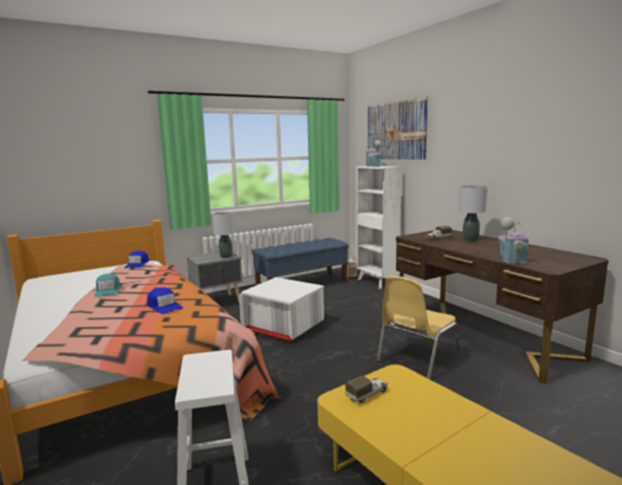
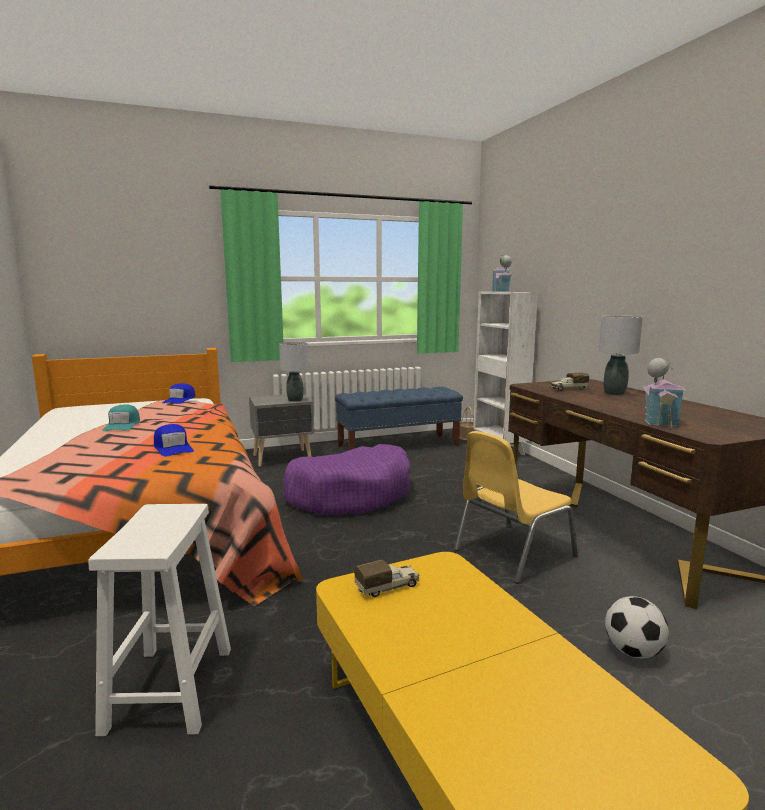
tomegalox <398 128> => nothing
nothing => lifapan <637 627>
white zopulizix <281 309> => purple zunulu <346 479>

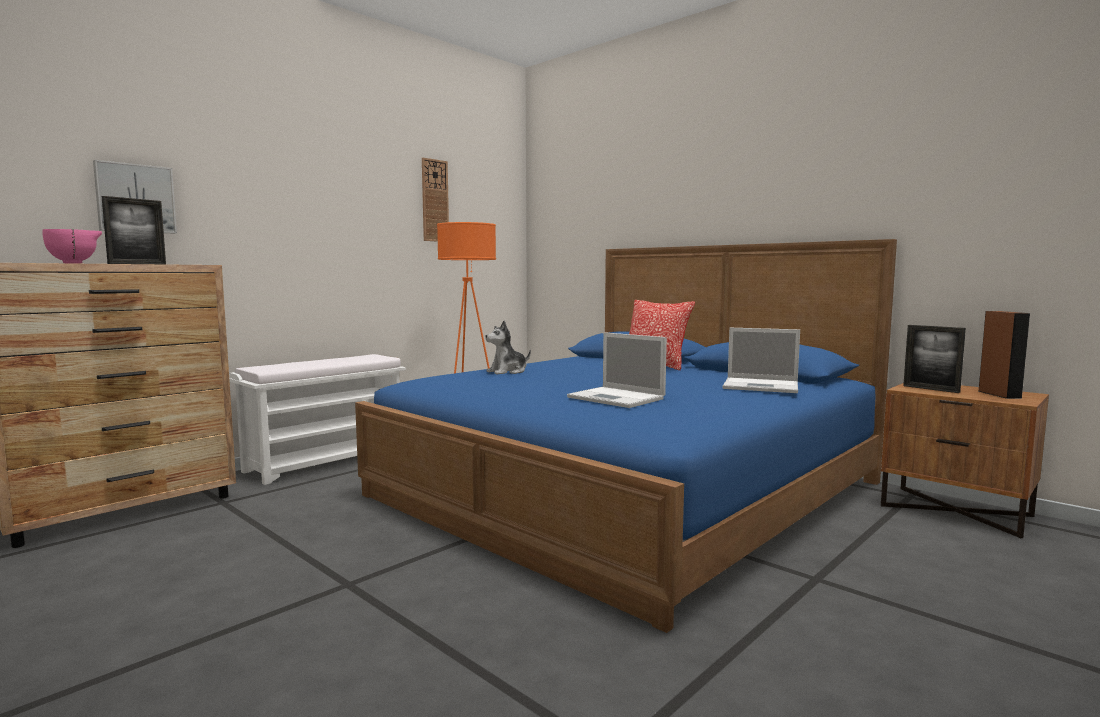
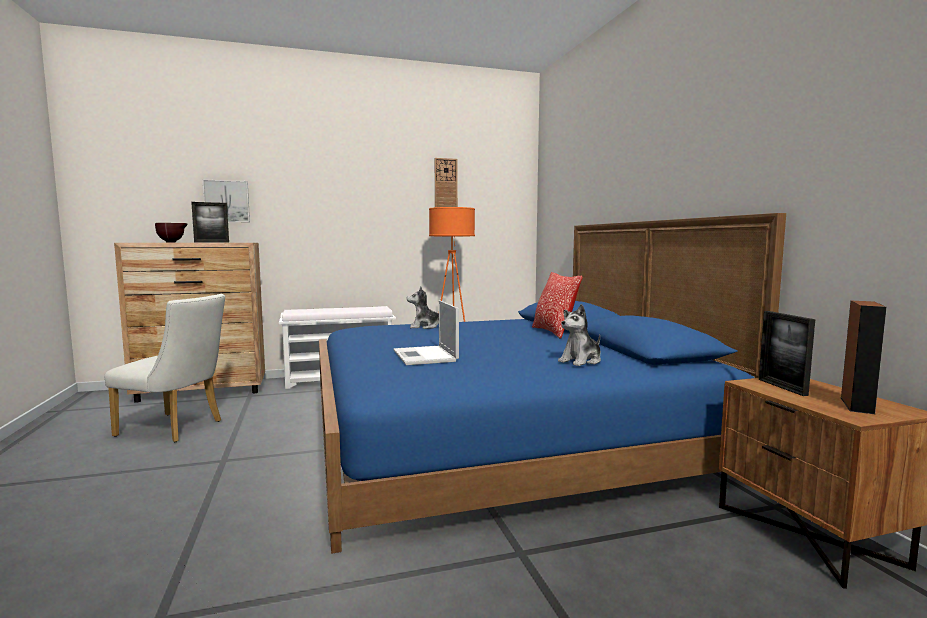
nothing => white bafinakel <164 368>
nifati <761 360> => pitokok <579 335>
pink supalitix <72 246> => brown supalitix <171 232>

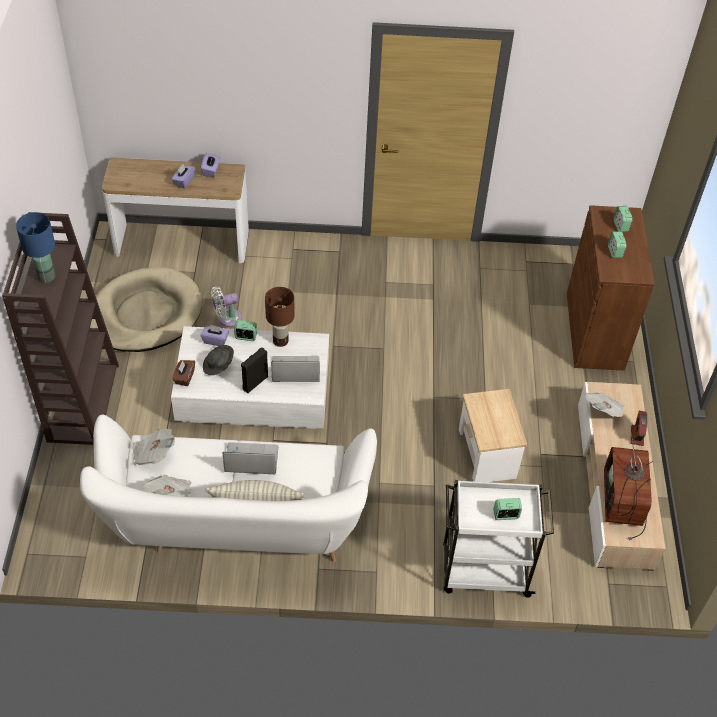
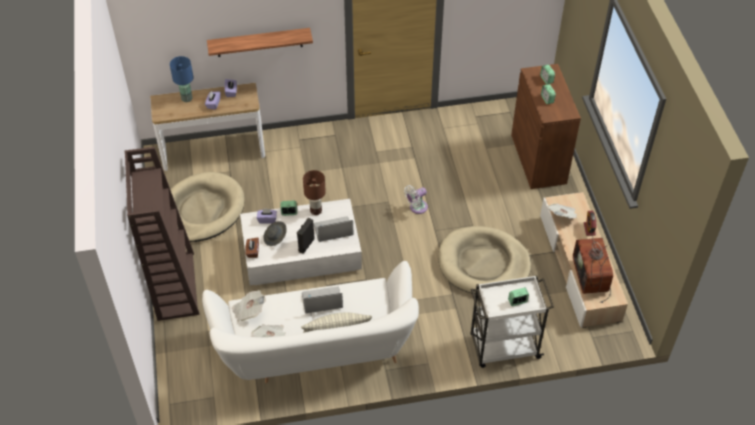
nothing => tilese <260 42>
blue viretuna <35 247> => blue viretuna <181 79>, shifted
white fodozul <226 307> => white fodozul <416 199>, shifted
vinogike <493 435> => beige zunulu <484 260>

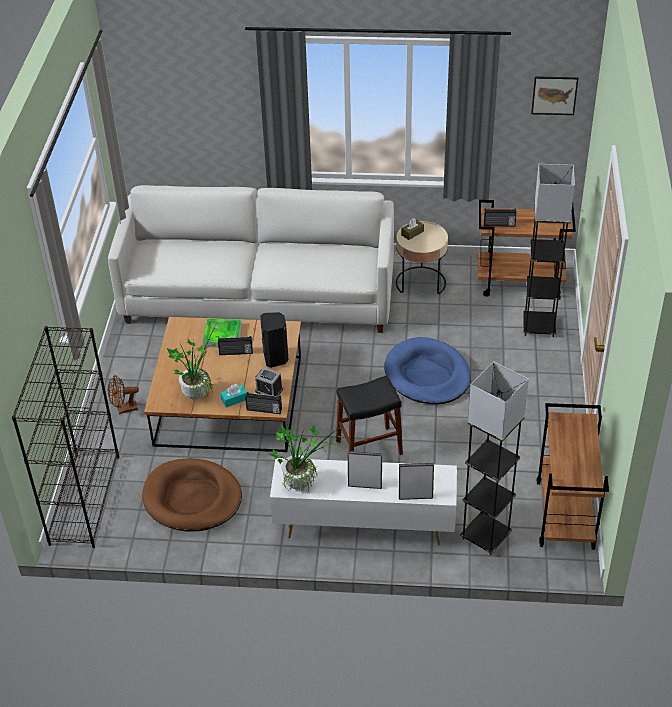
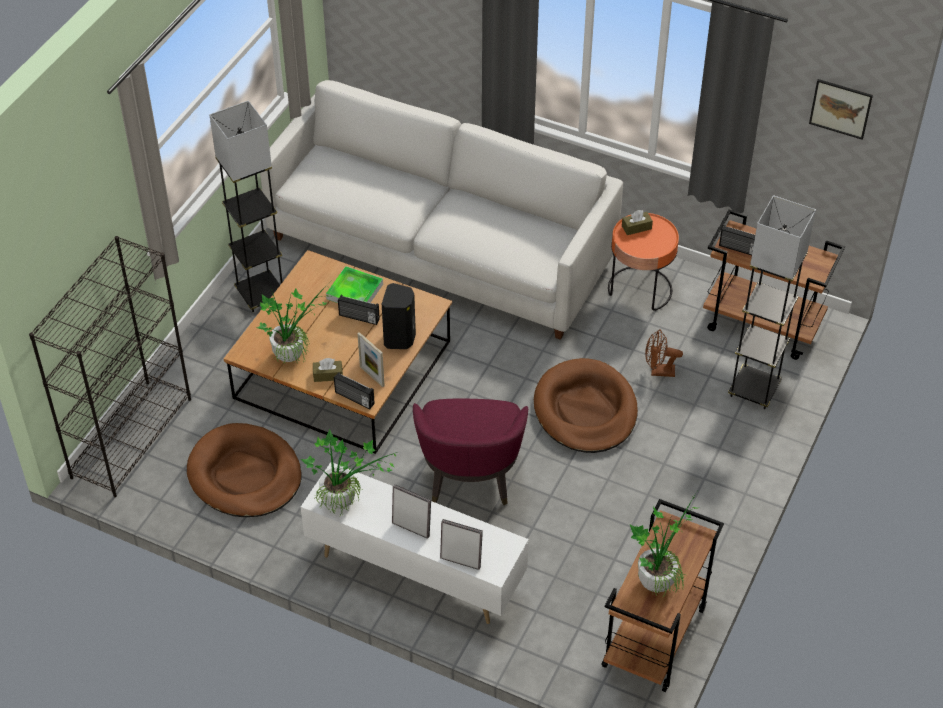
nothing => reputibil <663 545>
brown fodozul <123 394> => brown fodozul <664 353>, shifted
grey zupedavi <494 458> => grey zupedavi <245 206>, shifted
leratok <269 381> => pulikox <371 359>
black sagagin <369 415> => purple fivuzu <470 452>
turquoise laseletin <233 395> => brown laseletin <328 370>
blue zunulu <427 370> => brown zunulu <586 405>
beige vinogike <422 257> => orange vinogike <643 262>

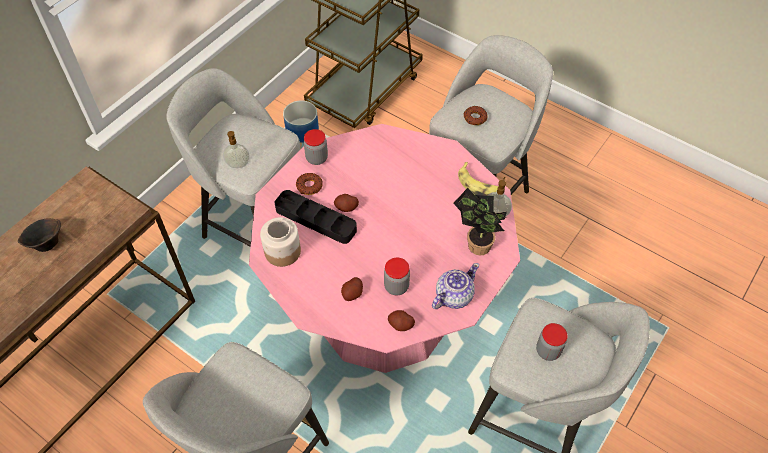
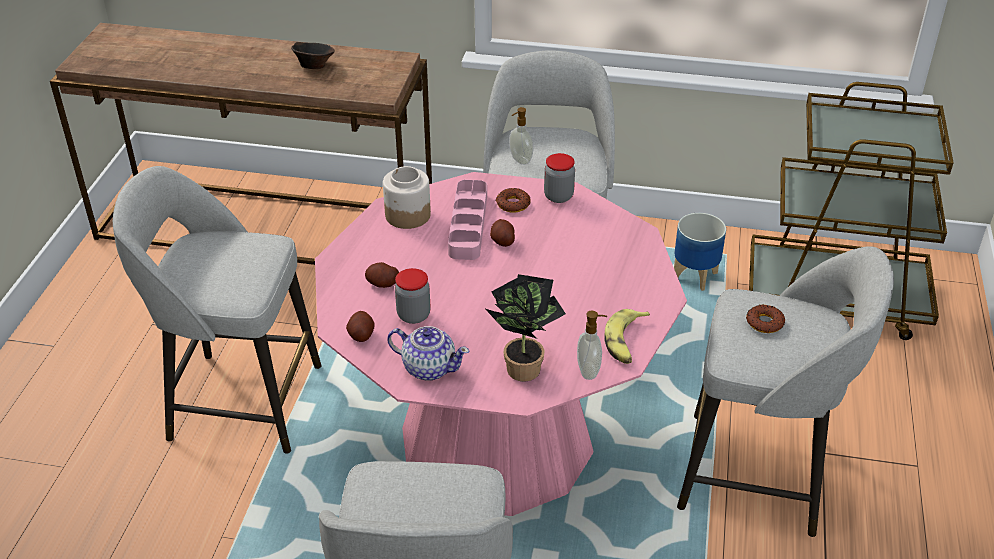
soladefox <552 342> => nothing
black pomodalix <316 217> => pink pomodalix <467 220>

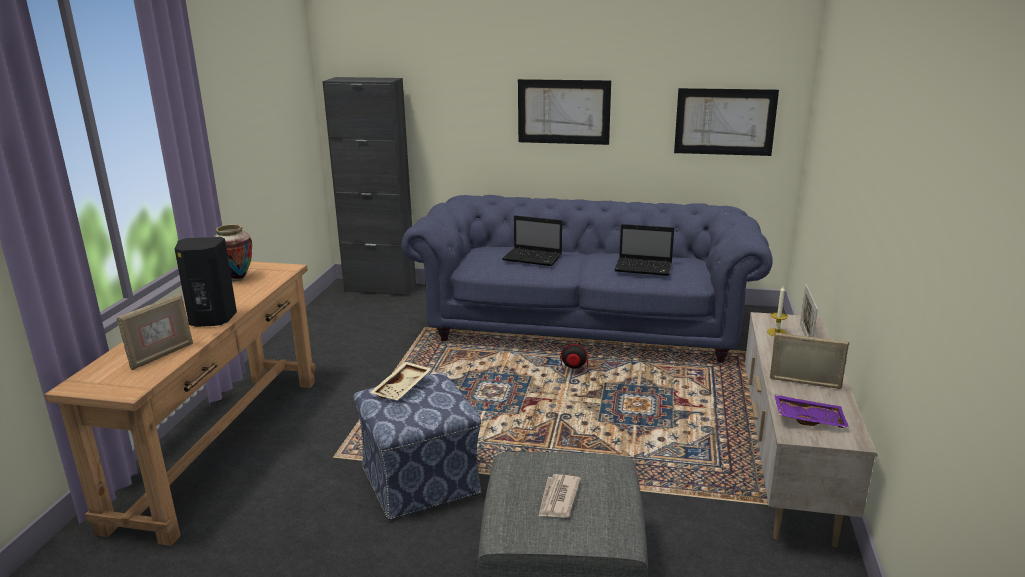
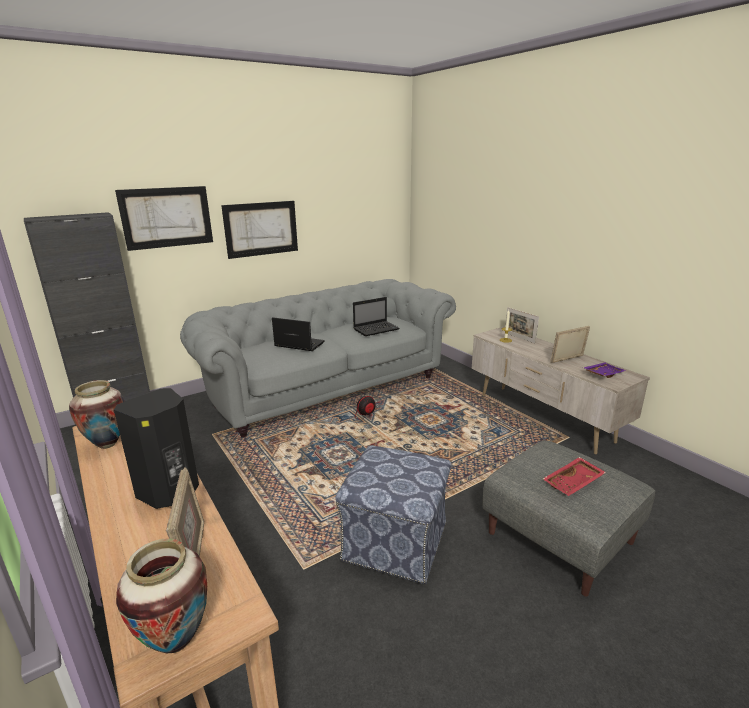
beige pomodalix <401 381> => nothing
nothing => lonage <161 596>
tomegalox <726 122> => tomegalox <164 218>, shifted
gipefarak <559 496> => red pomodalix <574 476>
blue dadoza <587 279> => grey dadoza <318 358>
nifati <532 241> => nifati <298 334>, 135 degrees counterclockwise

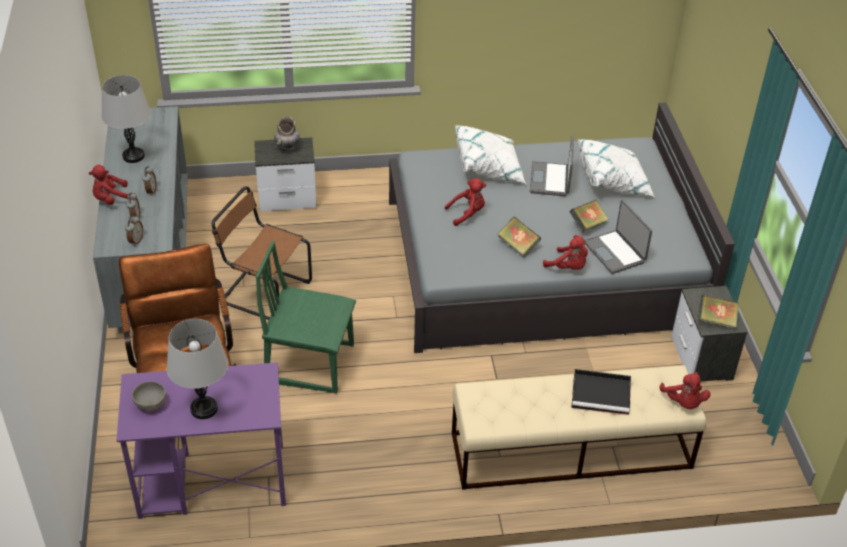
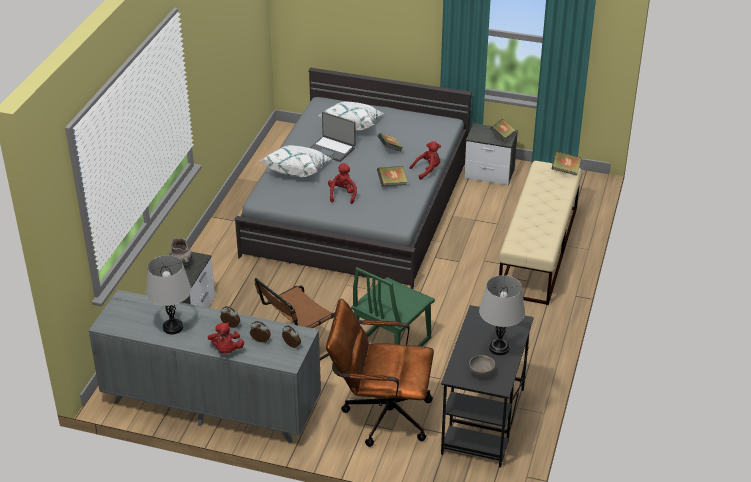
black pomodalix <601 392> => nothing
nifati <618 237> => nothing
red pitokok <685 390> => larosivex <566 163>
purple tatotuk <201 440> => black tatotuk <487 386>

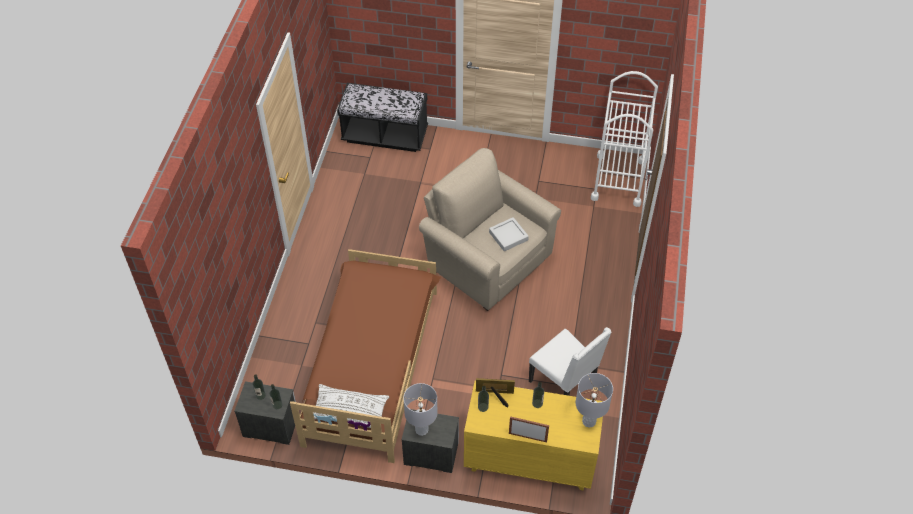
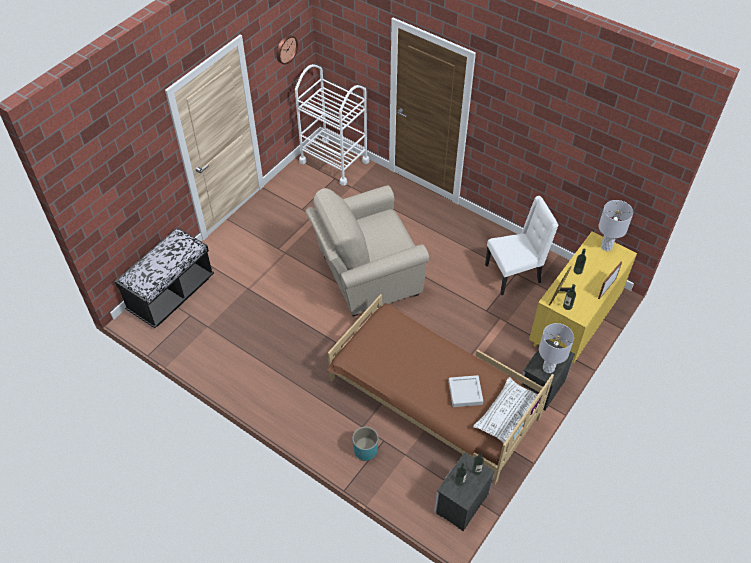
nothing => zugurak <287 50>
nothing => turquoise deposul <365 444>
grey pomodalix <509 234> => grey pomodalix <465 391>, shifted

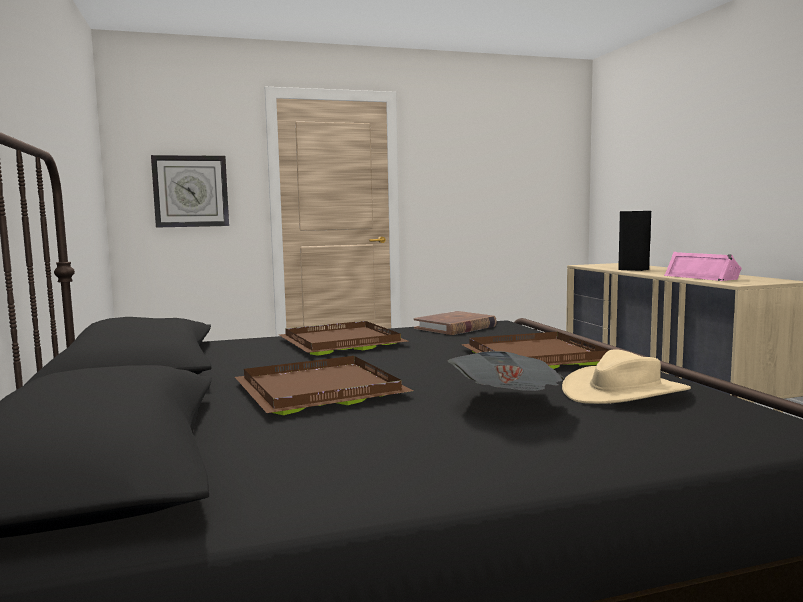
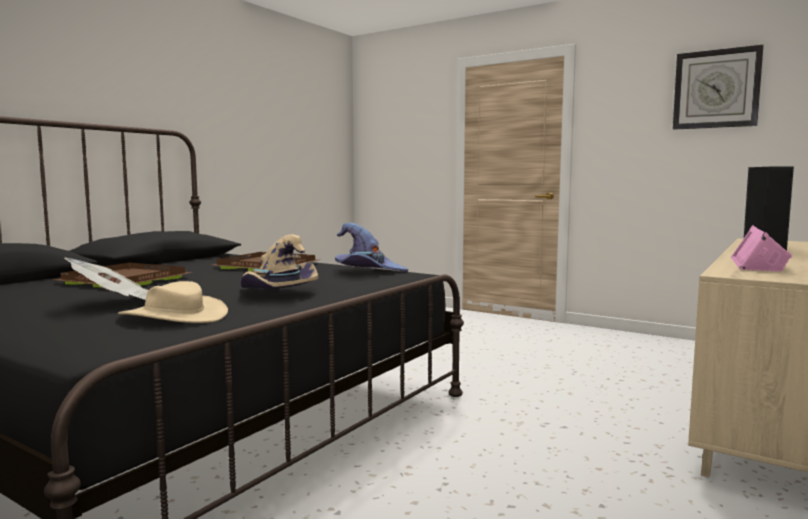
zugurak <190 191> => zugurak <718 87>, shifted
brown larosivex <455 323> => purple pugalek <371 247>
brown pomodalix <535 350> => beige pugalek <279 261>

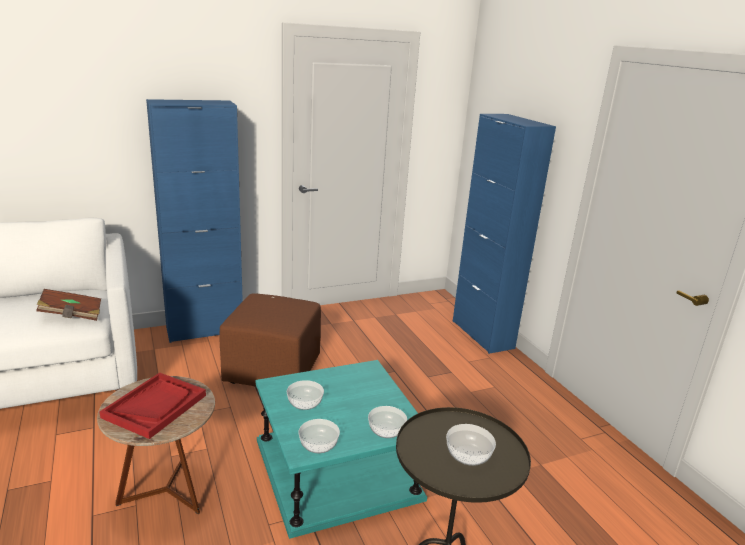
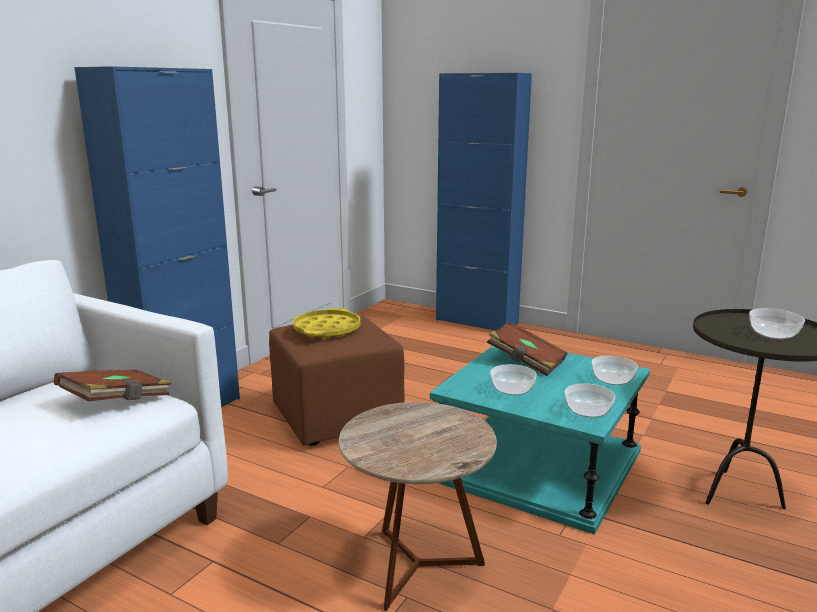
red pomodalix <153 406> => nothing
nothing => yellow pomodalix <326 323>
nothing => brown larosivex <527 349>

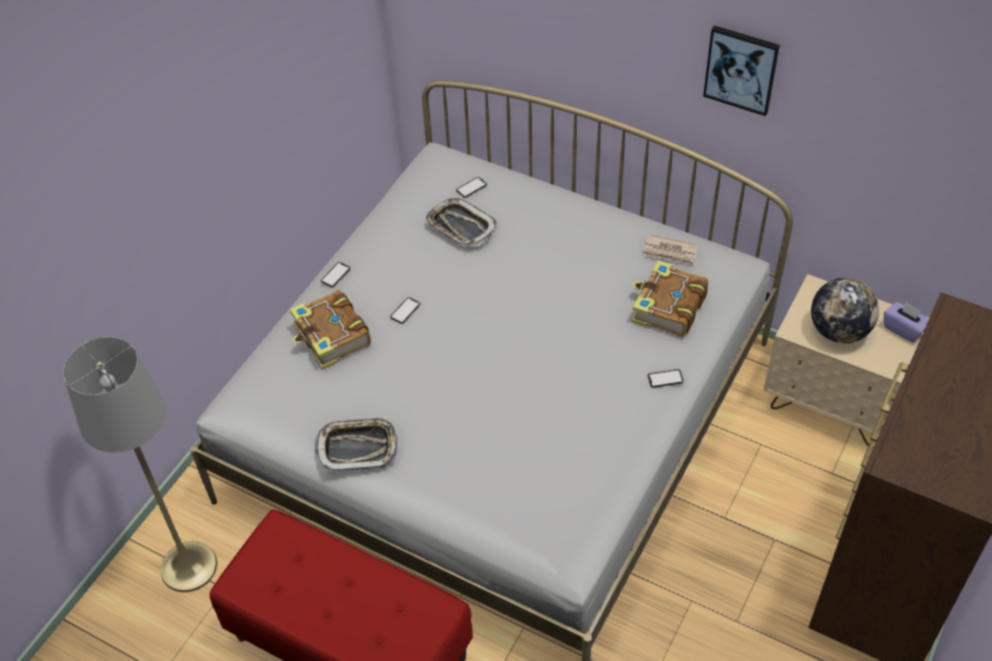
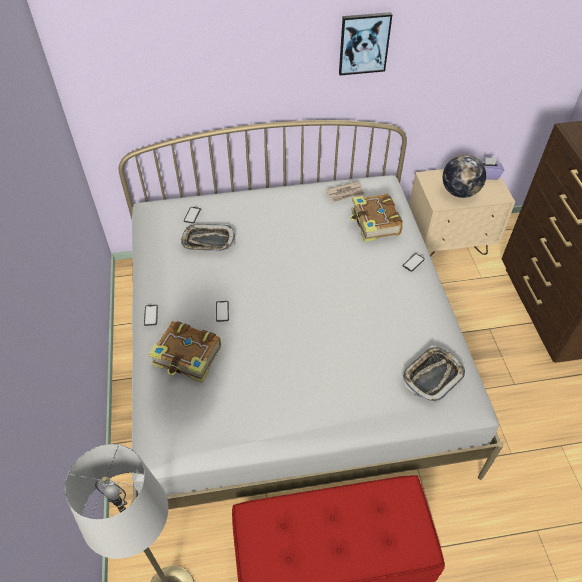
pomodalix <356 444> => pomodalix <434 374>, shifted

